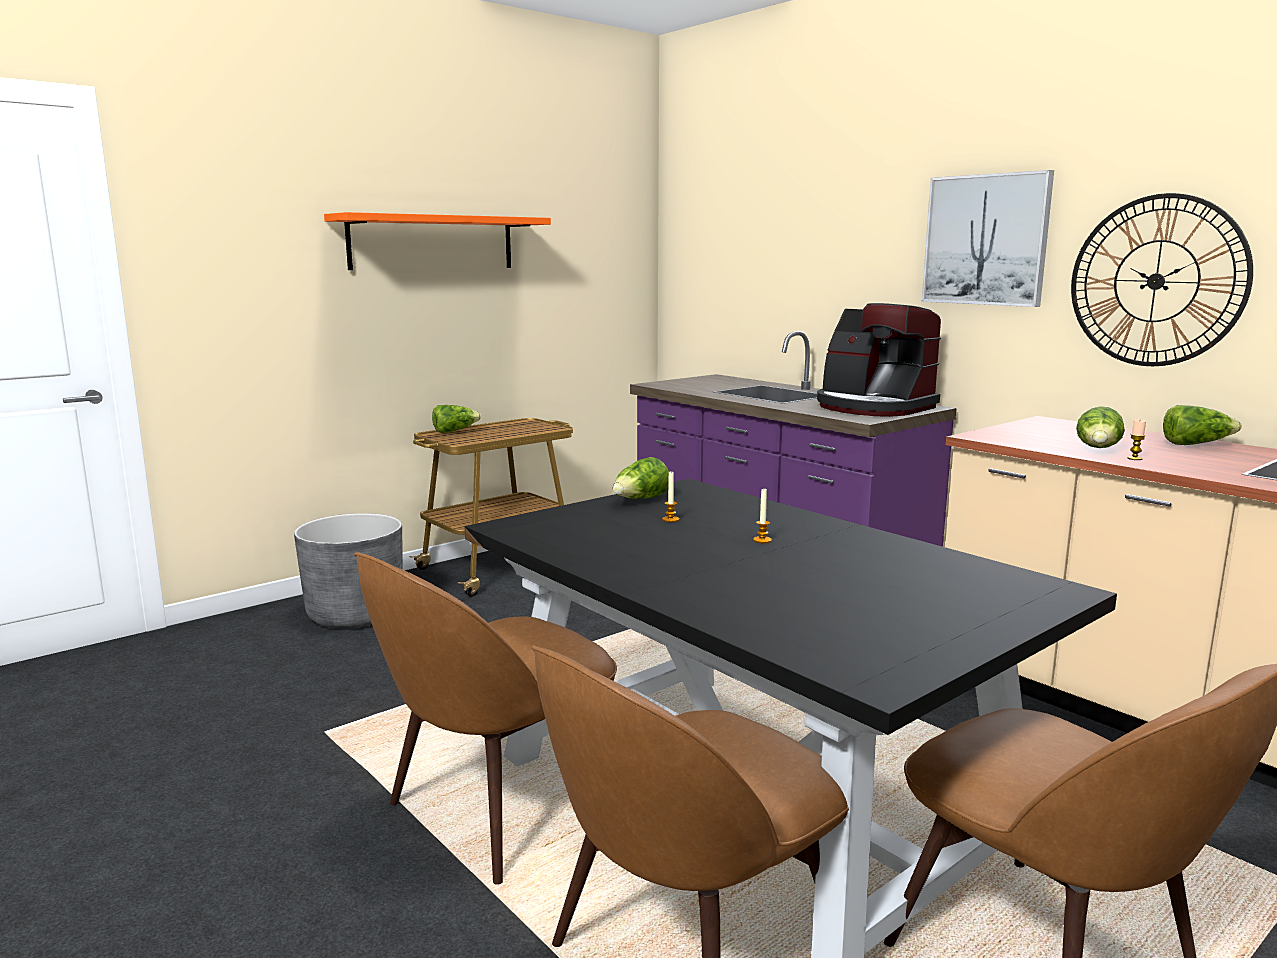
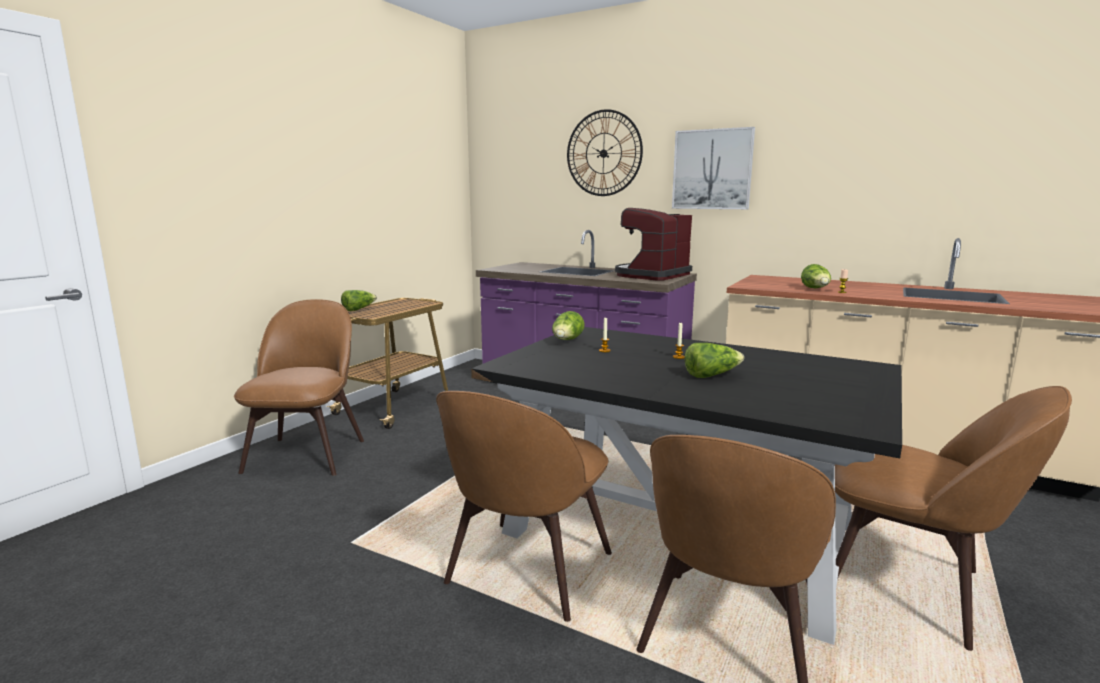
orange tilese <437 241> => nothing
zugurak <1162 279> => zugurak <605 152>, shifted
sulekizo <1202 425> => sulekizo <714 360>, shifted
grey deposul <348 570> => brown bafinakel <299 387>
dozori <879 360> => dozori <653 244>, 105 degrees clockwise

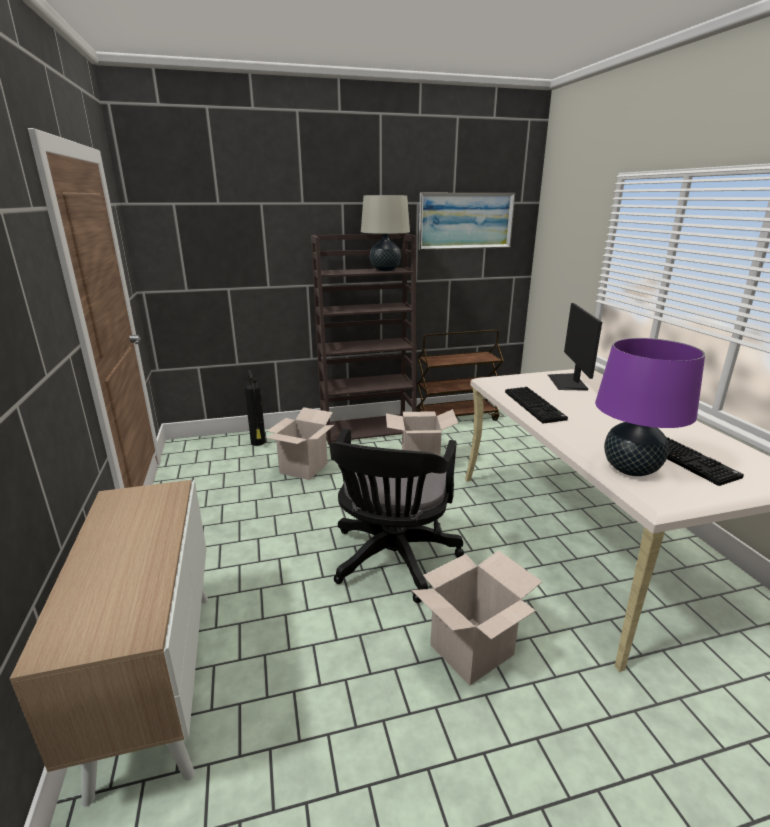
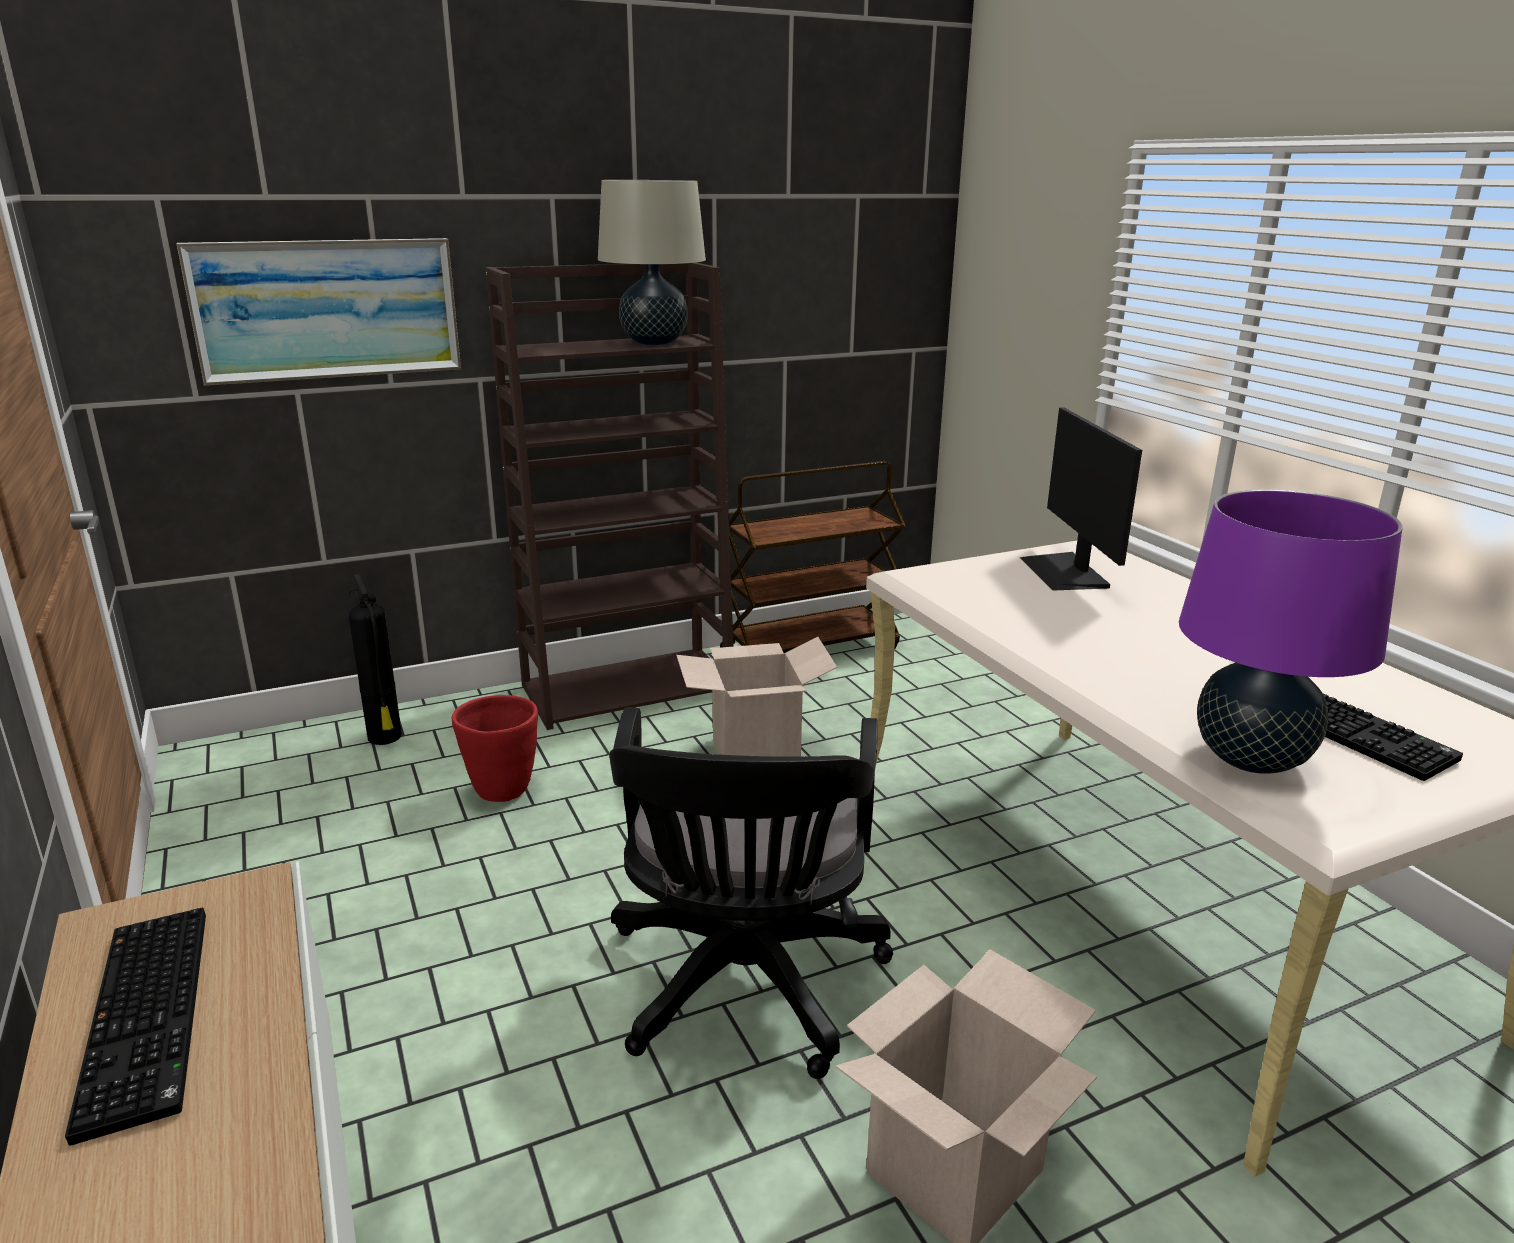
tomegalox <466 221> => tomegalox <319 312>, shifted
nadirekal <536 405> => nadirekal <135 1027>, shifted
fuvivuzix <299 443> => red deposul <495 748>

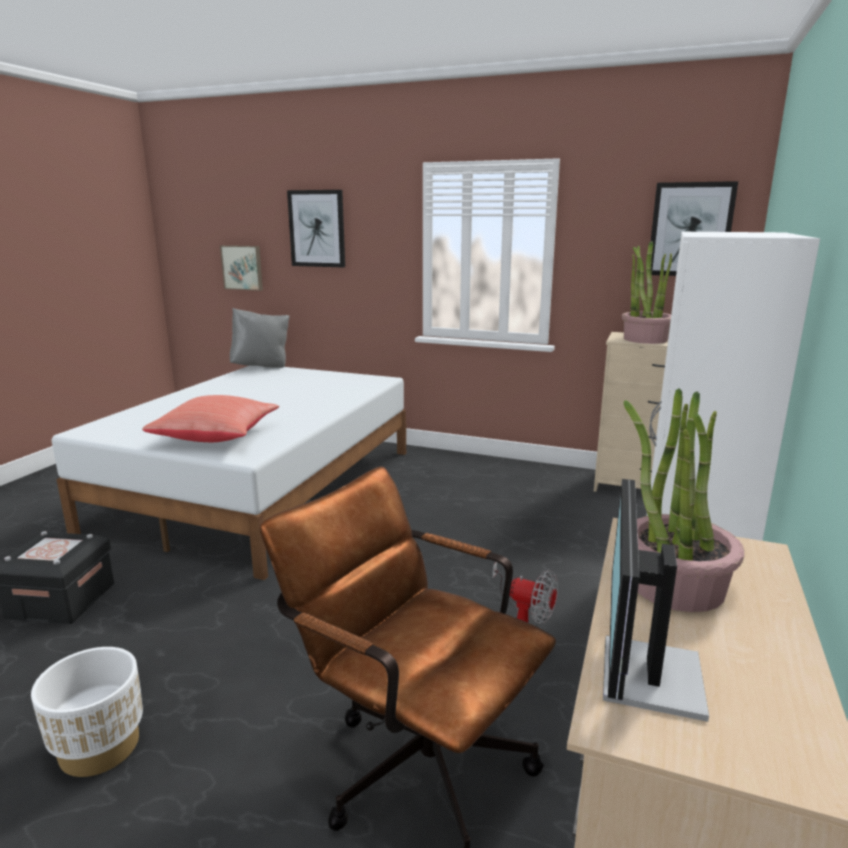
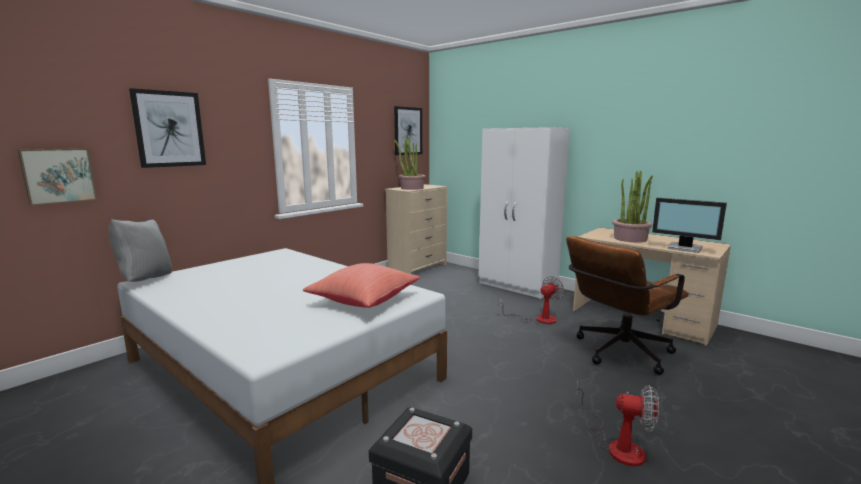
white deposul <87 712> => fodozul <618 424>

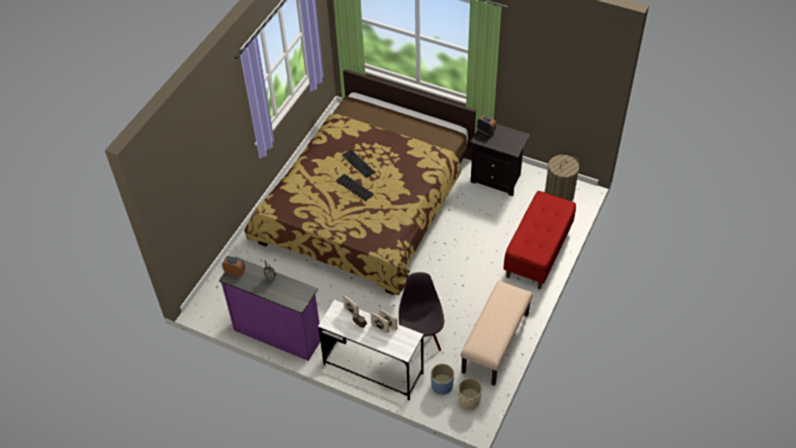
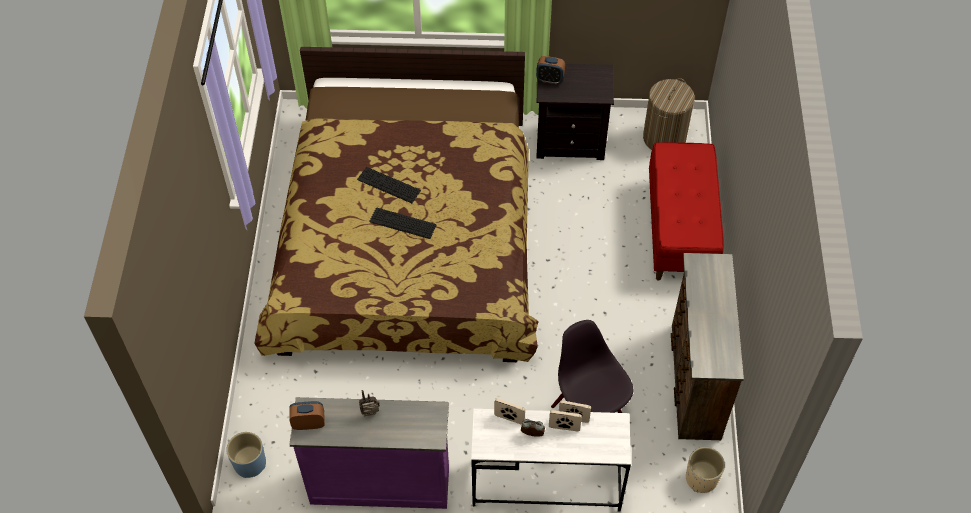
blue deposul <442 379> => blue deposul <246 455>, shifted
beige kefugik <497 333> => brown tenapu <707 346>

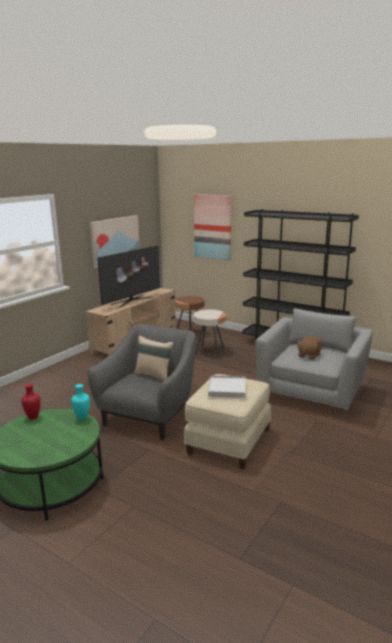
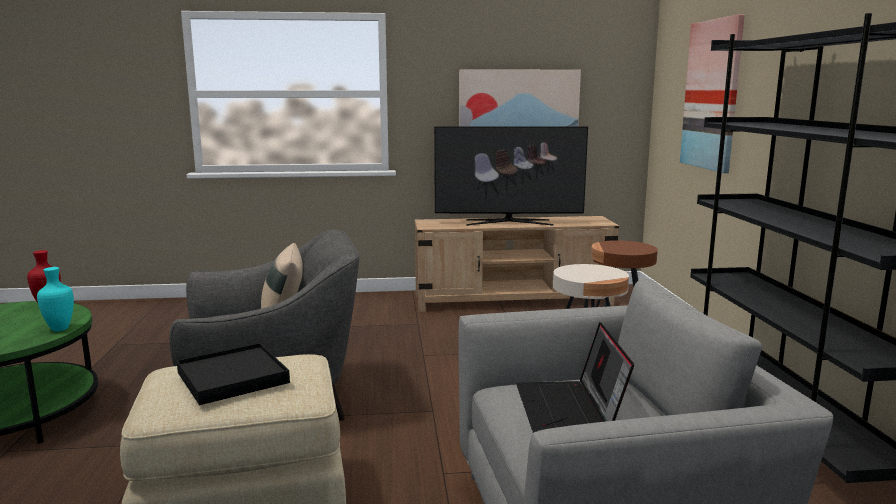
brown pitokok <309 348> => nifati <575 377>
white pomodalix <227 387> => black pomodalix <233 374>

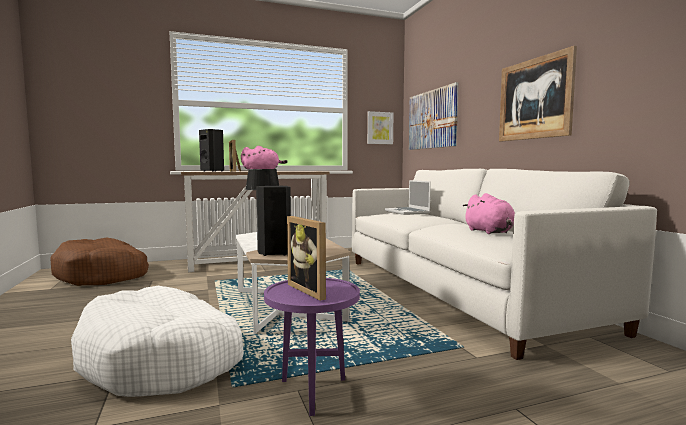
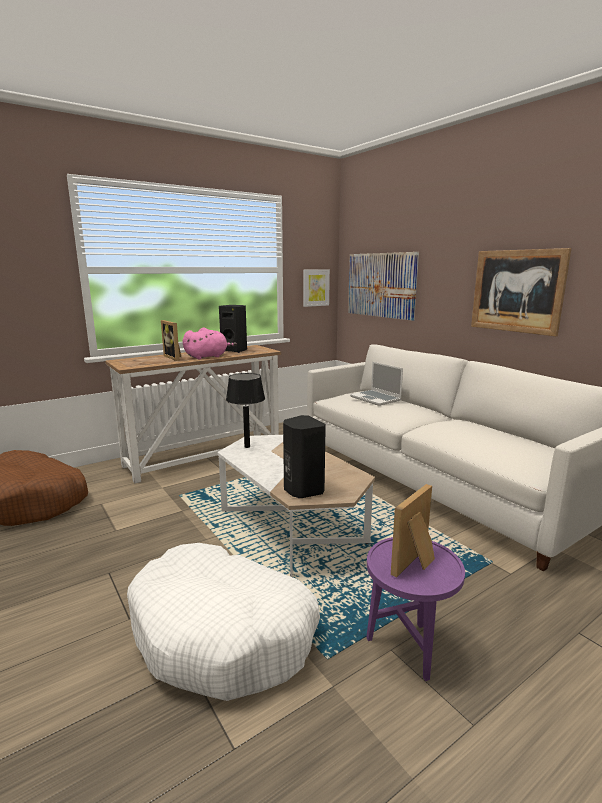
pink pitokok <489 213> => nothing
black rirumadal <211 150> => black rirumadal <233 329>, shifted
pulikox <306 258> => pulikox <413 531>, 90 degrees clockwise

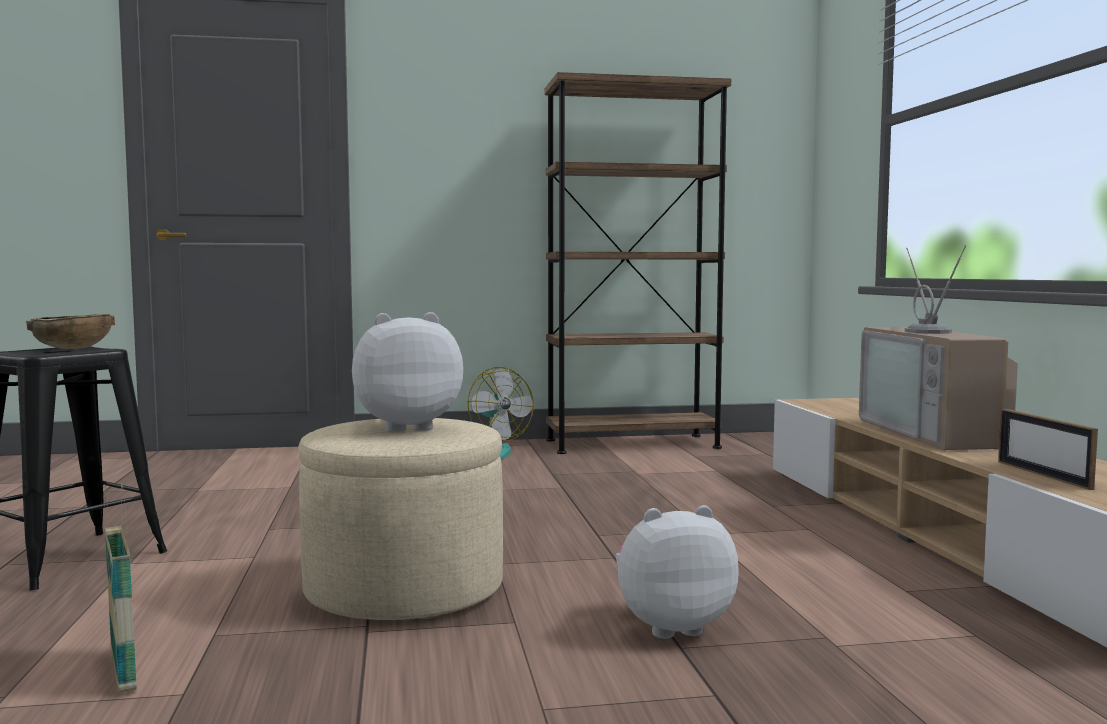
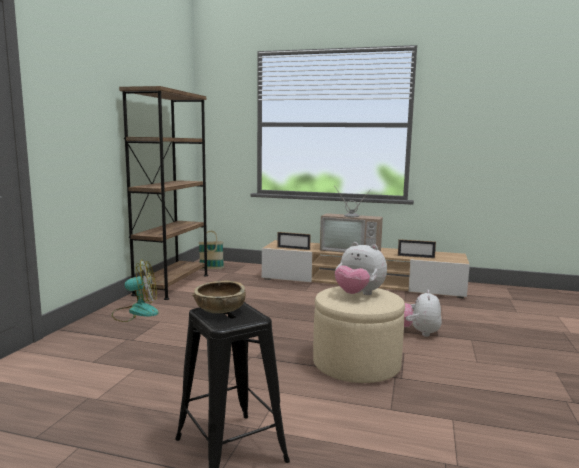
nothing => pulikox <294 241>
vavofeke <120 588> => vavofeke <211 250>, shifted
pitokok <407 372> => pitokok <361 268>, 60 degrees counterclockwise

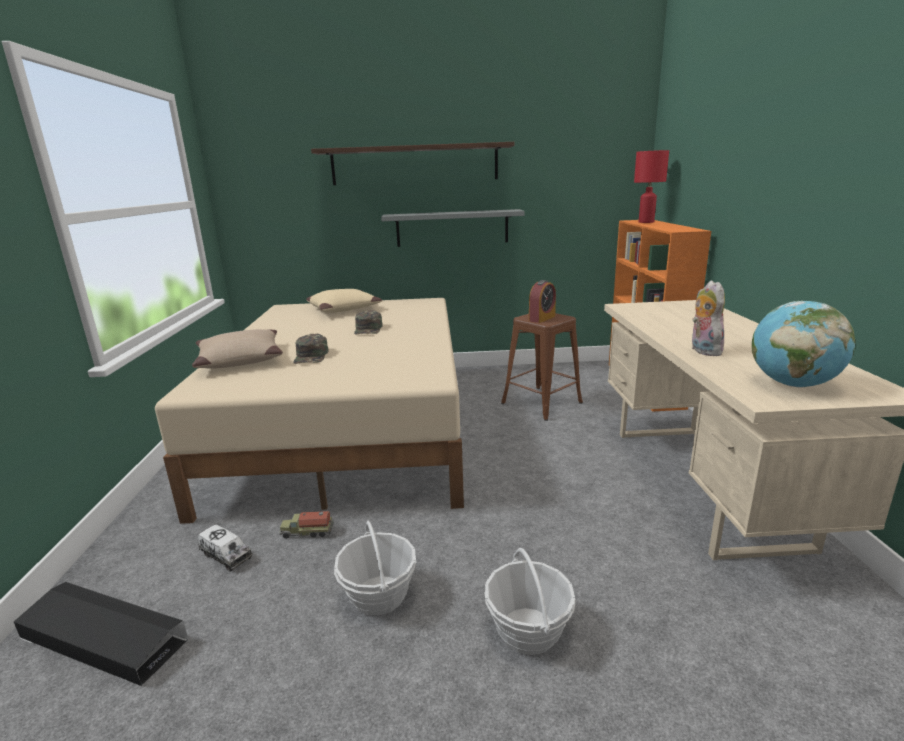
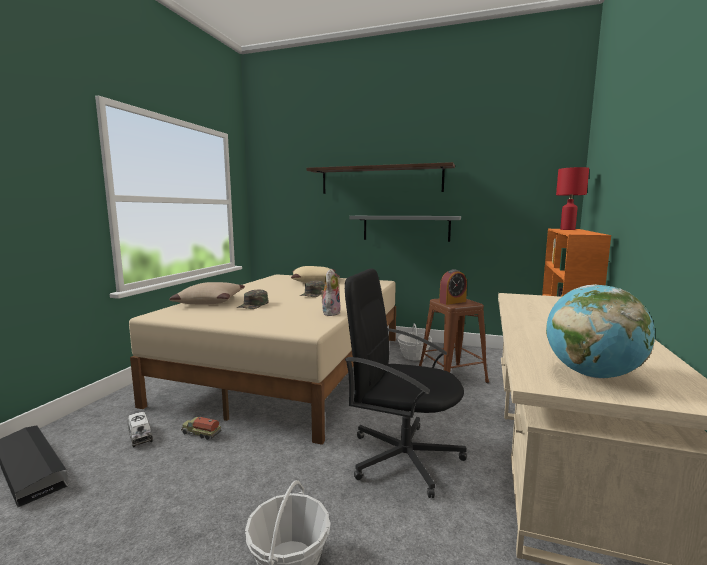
nothing => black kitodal <406 383>
vavofeke <375 568> => vavofeke <415 341>, shifted
pitokok <708 318> => pitokok <330 292>, shifted

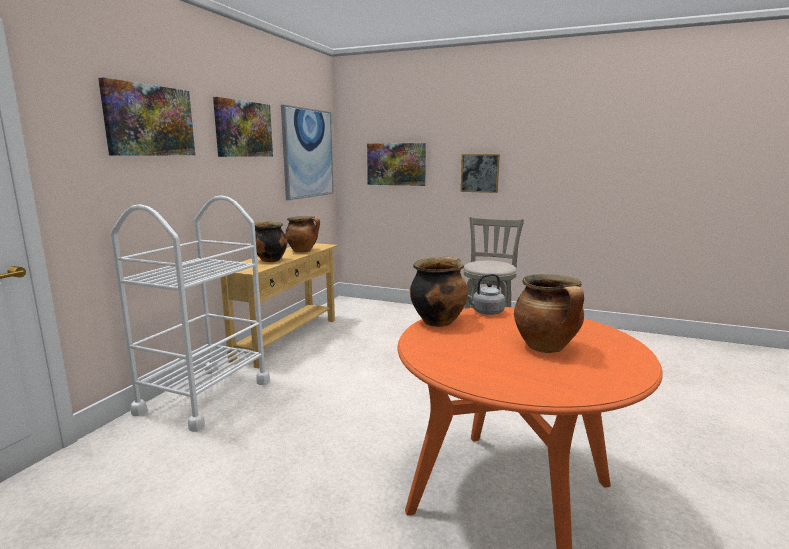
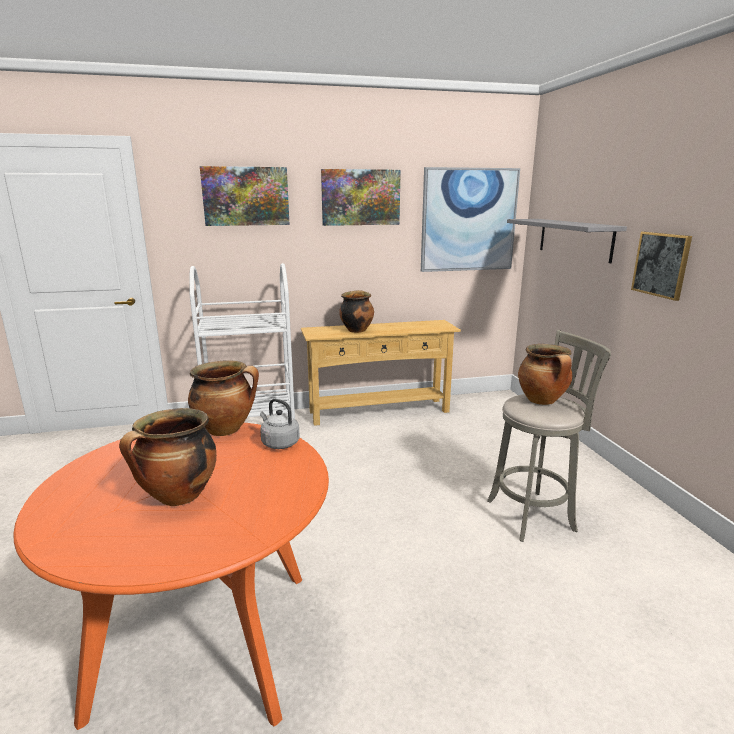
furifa <302 234> => furifa <545 374>, shifted
tomegalox <396 164> => grey tilese <567 241>

